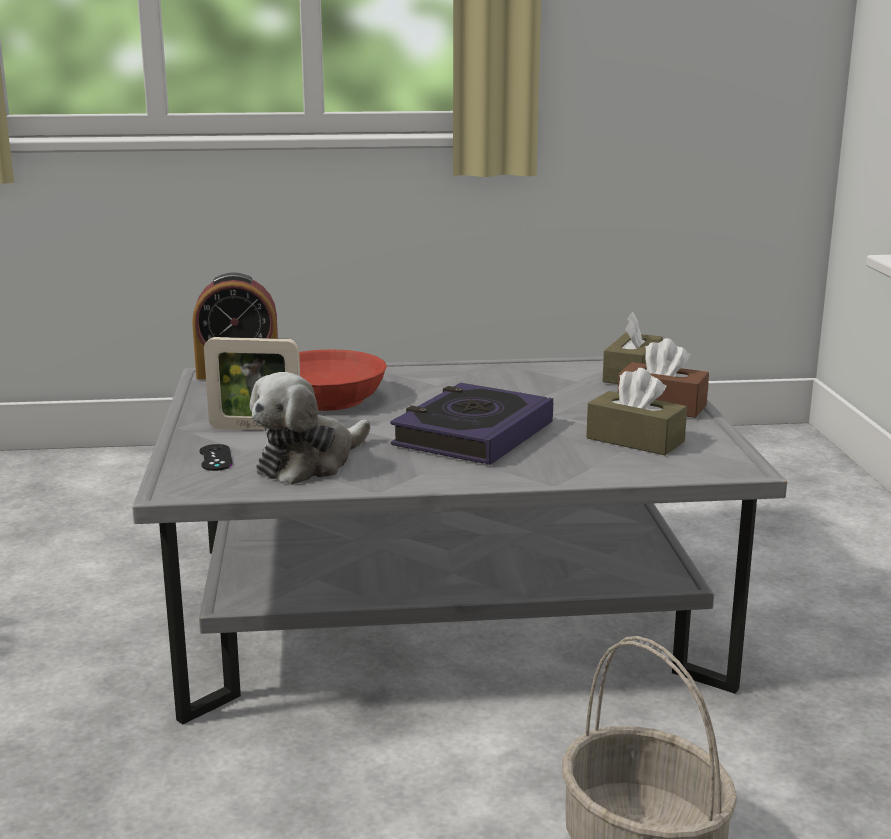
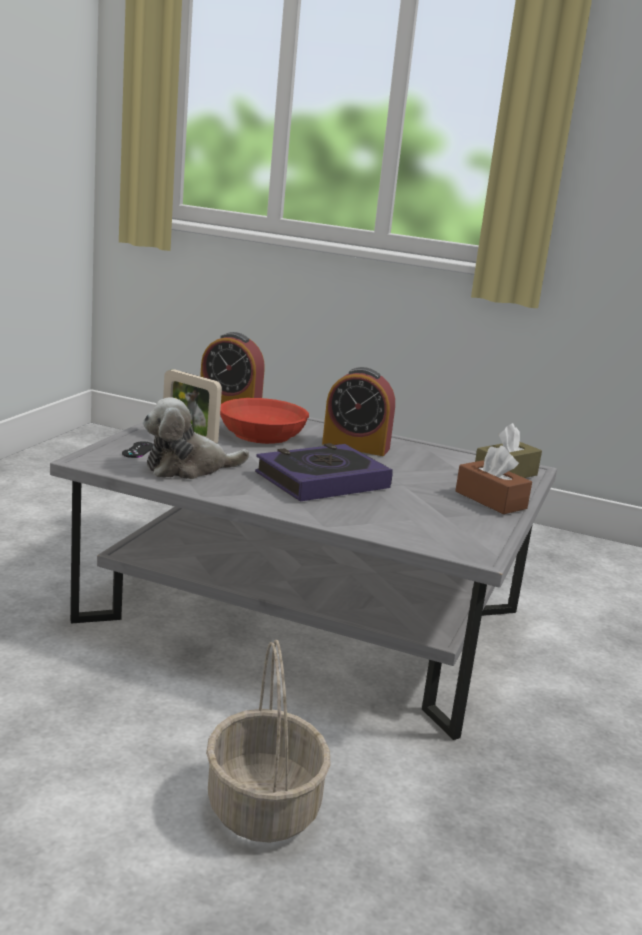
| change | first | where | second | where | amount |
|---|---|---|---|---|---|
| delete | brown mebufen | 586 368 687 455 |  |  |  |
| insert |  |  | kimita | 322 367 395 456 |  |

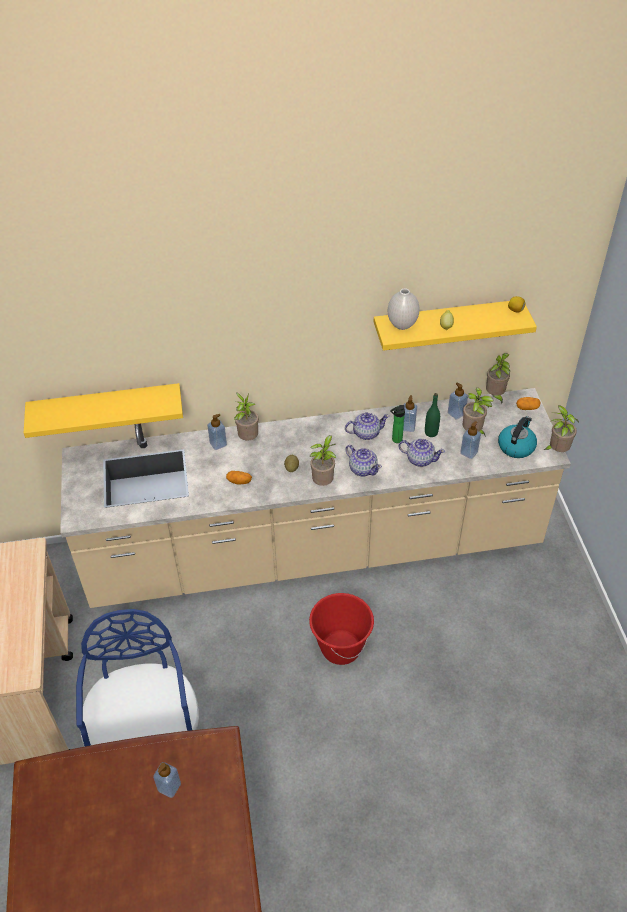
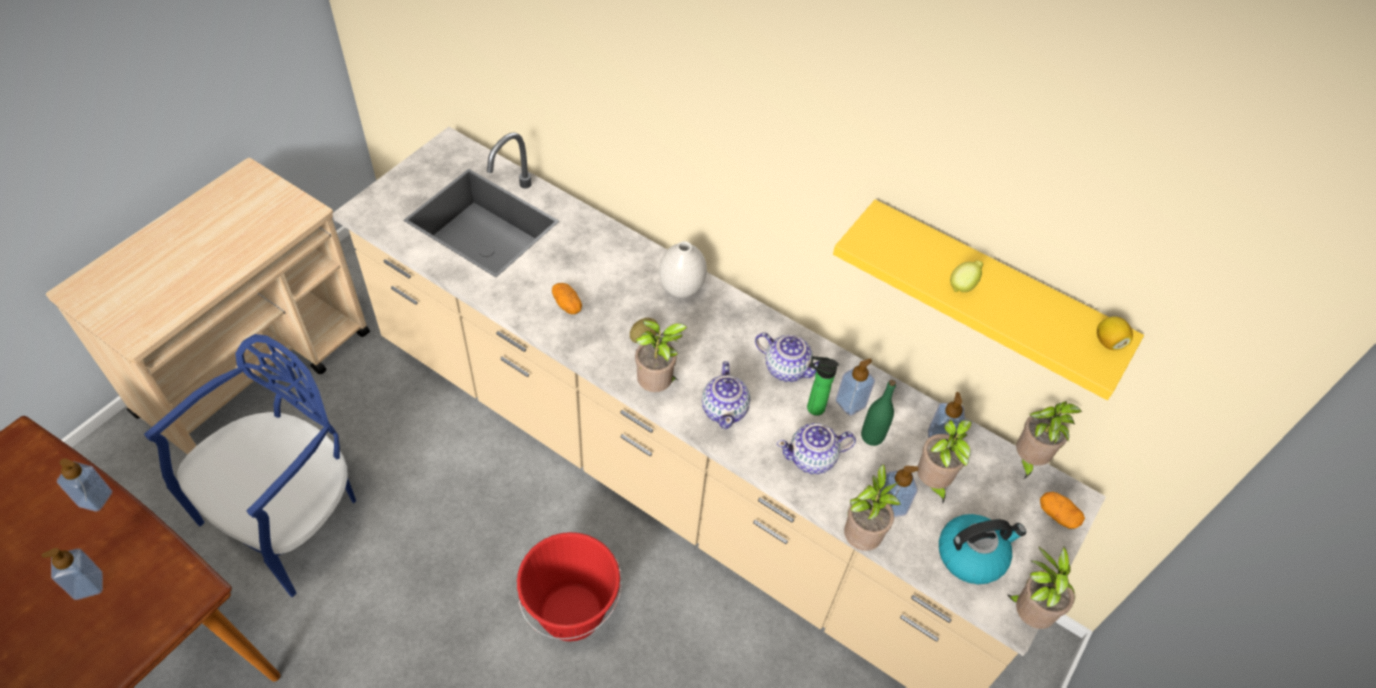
| change | first | where | second | where | amount |
|---|---|---|---|---|---|
| delete | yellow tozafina | 24 383 183 438 |  |  |  |
| move | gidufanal | 207 414 227 450 |  | 57 458 112 512 |  |
| move | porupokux | 234 393 259 440 |  | 844 464 901 551 |  |
| move | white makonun | 388 288 420 330 |  | 659 241 707 298 |  |
| rotate | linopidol | 399 438 445 467 |  | 777 423 856 474 | 105 degrees clockwise |

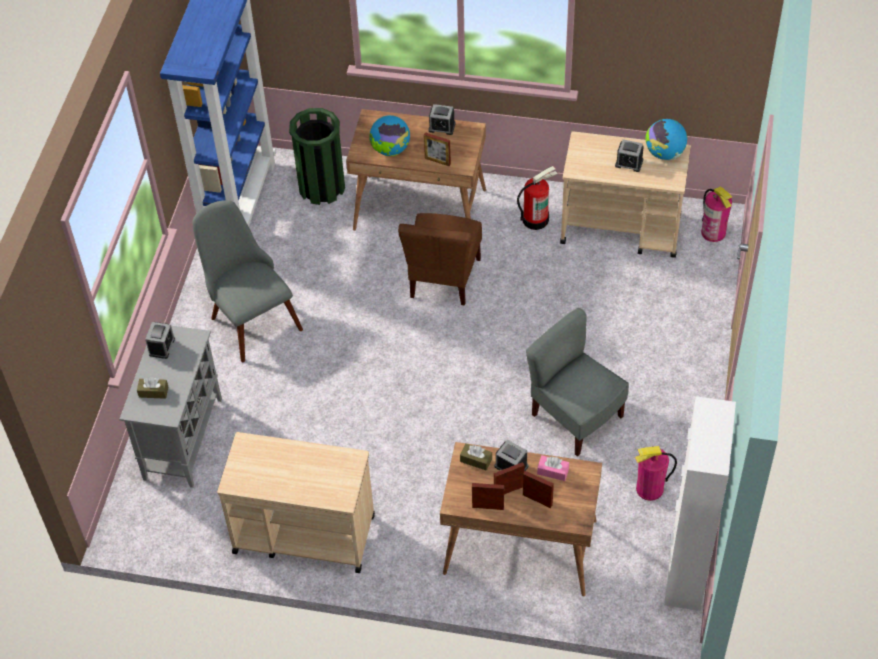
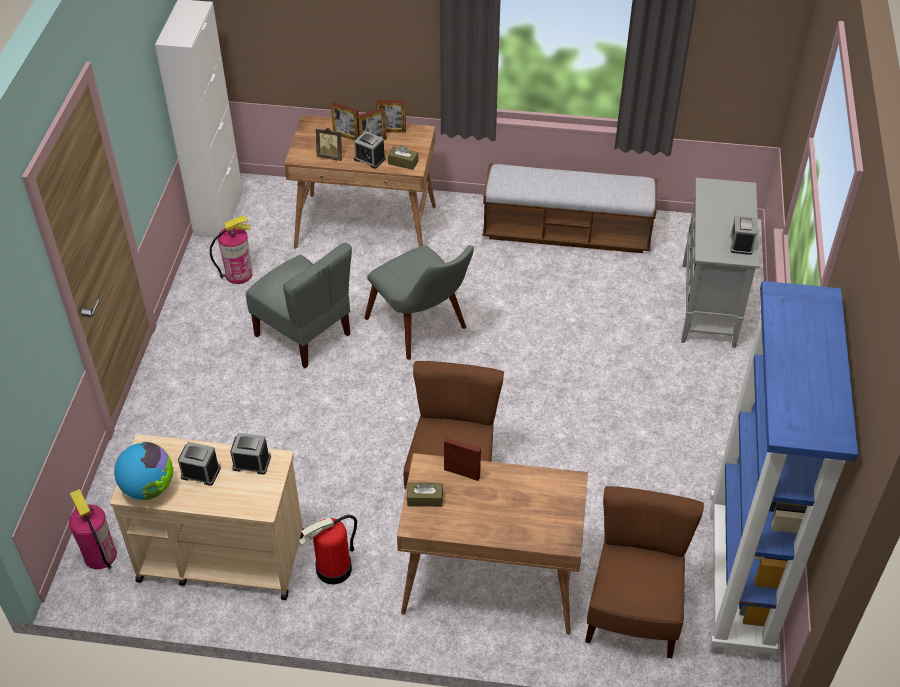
| change | first | where | second | where | amount |
|---|---|---|---|---|---|
| move | brown mebufen | 137 377 168 399 |  | 407 482 443 507 |  |
| move | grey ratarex | 192 200 303 362 |  | 364 245 474 360 |  |
| replace | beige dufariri | 217 432 375 573 | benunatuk | 482 164 658 253 |  |
| replace | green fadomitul | 289 108 345 205 | brown ratarex | 585 486 704 658 |  |
| delete | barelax | 369 115 410 156 |  |  |  |
| move | kimita | 428 104 456 135 |  | 230 433 271 475 |  |
| replace | pink mebufen | 537 455 569 481 | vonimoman | 316 128 342 161 |  |

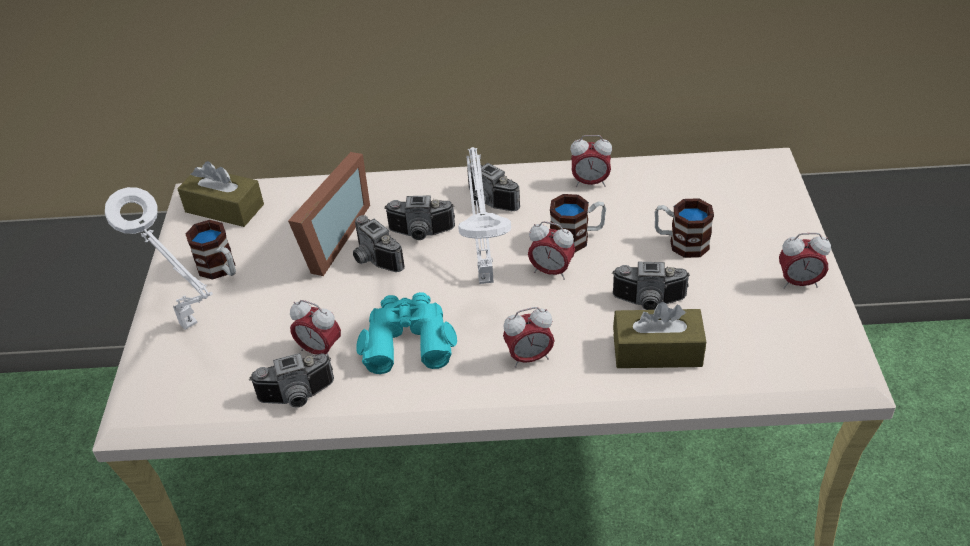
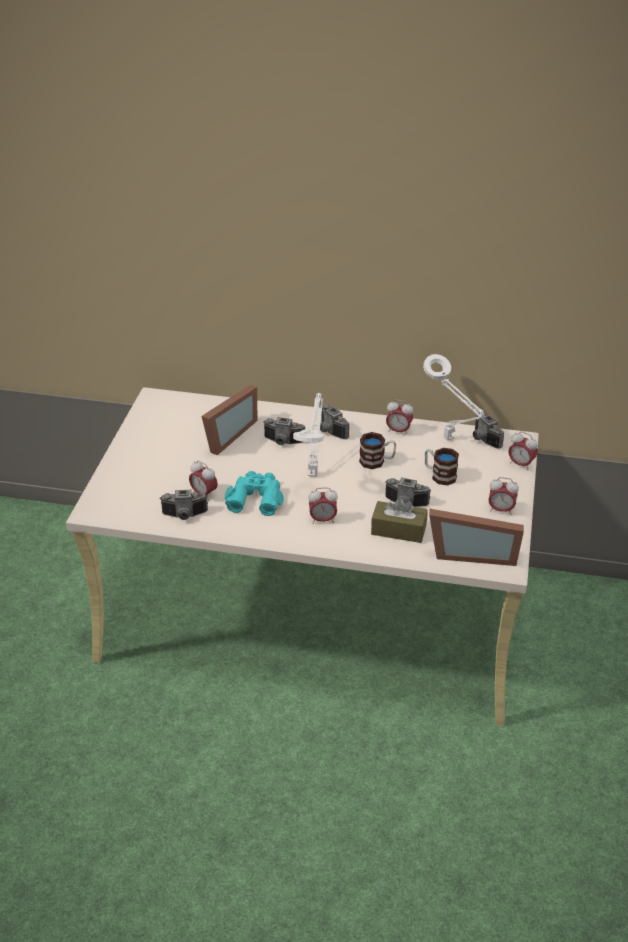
| change | first | where | second | where | amount |
|---|---|---|---|---|---|
| move | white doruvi | 105 187 213 330 |  | 423 354 485 441 |  |
| delete | brown mebufen | 177 161 264 227 |  |  |  |
| delete | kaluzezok | 186 220 236 280 |  |  |  |
| move | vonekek | 353 215 405 272 |  | 473 412 504 449 |  |
| move | kimita | 528 221 575 280 |  | 508 432 538 469 |  |
| insert |  |  | vonimoman | 429 509 524 566 |  |

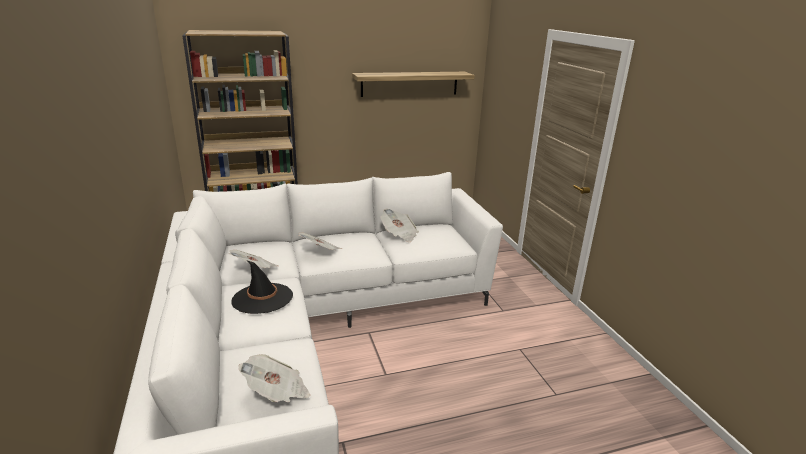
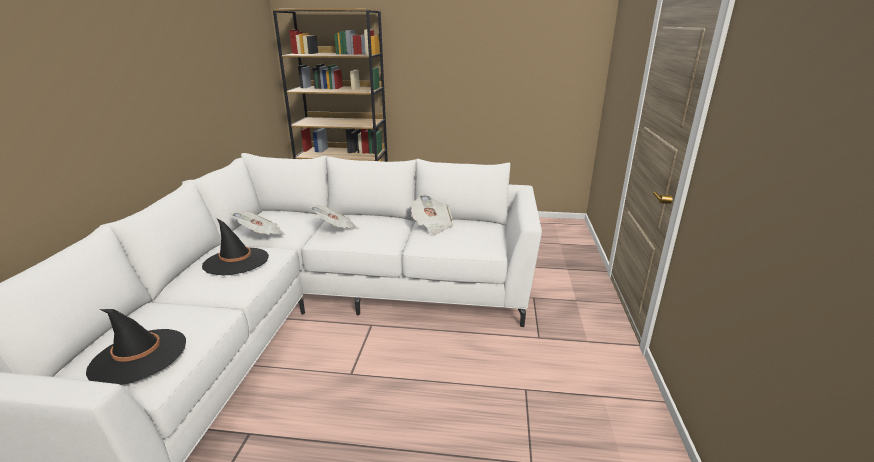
| change | first | where | second | where | amount |
|---|---|---|---|---|---|
| replace | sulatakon | 238 354 310 403 | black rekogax | 86 309 186 385 |  |
| delete | tozafina | 352 72 475 97 |  |  |  |

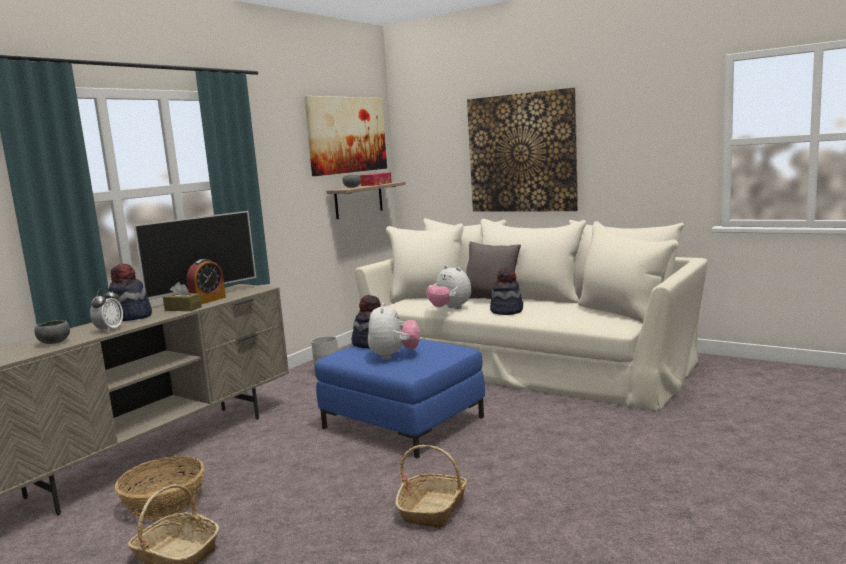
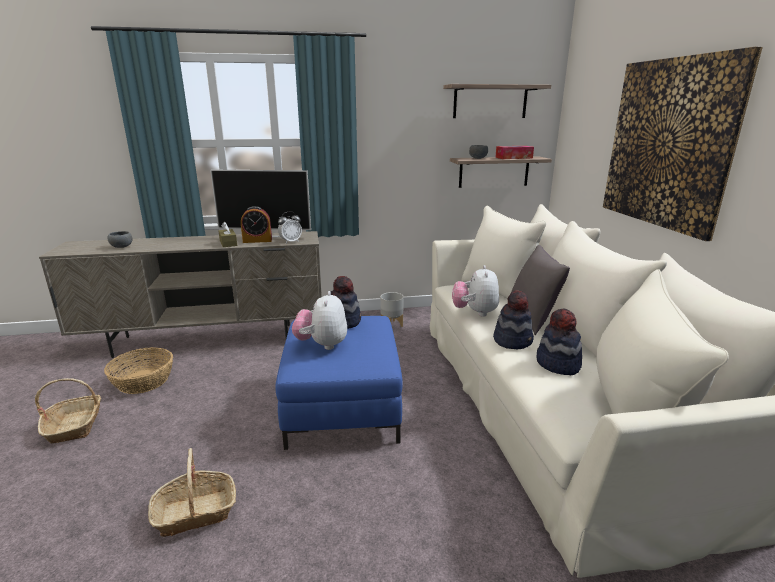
| change | first | where | second | where | amount |
|---|---|---|---|---|---|
| move | kimita | 90 288 123 333 |  | 278 212 302 243 |  |
| move | rekogax | 109 264 152 321 |  | 537 308 582 375 |  |
| replace | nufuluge | 304 96 387 176 | tozafina | 443 84 551 118 |  |
| rotate | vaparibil | 368 302 420 360 |  | 292 291 347 350 | 135 degrees clockwise |

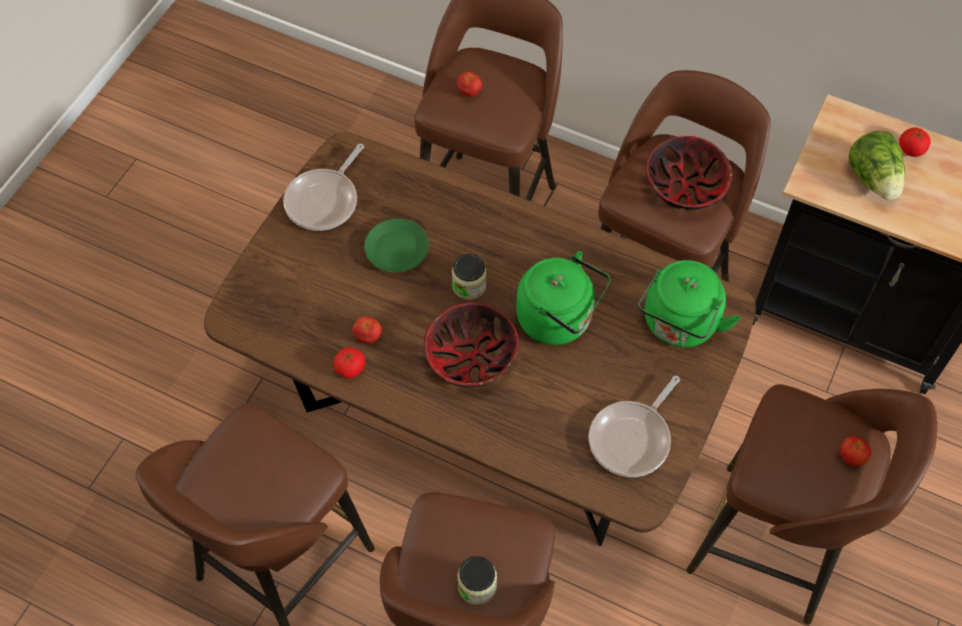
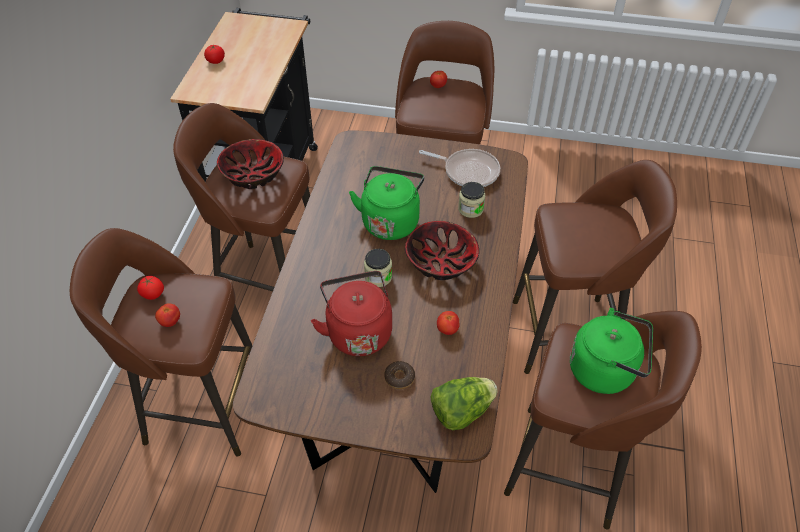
| change | first | where | second | where | amount |
|---|---|---|---|---|---|
| delete | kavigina | 283 144 364 231 |  |  |  |
| move | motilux | 333 347 365 378 |  | 137 276 164 300 |  |
| replace | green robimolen | 364 218 429 272 | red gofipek | 311 271 392 356 |  |
| move | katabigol | 457 556 497 605 |  | 458 182 485 218 |  |
| move | green gofipek | 638 260 740 348 |  | 570 308 653 394 |  |
| move | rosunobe | 849 130 905 200 |  | 430 377 498 430 |  |
| insert |  |  | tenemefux | 384 361 415 389 |  |

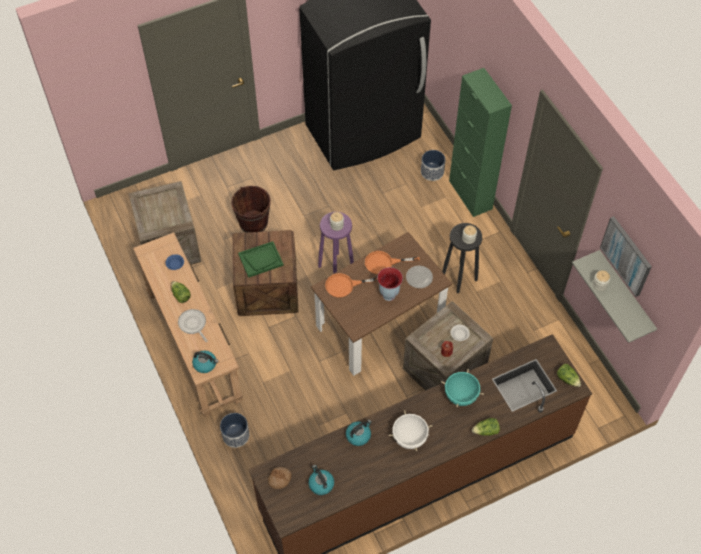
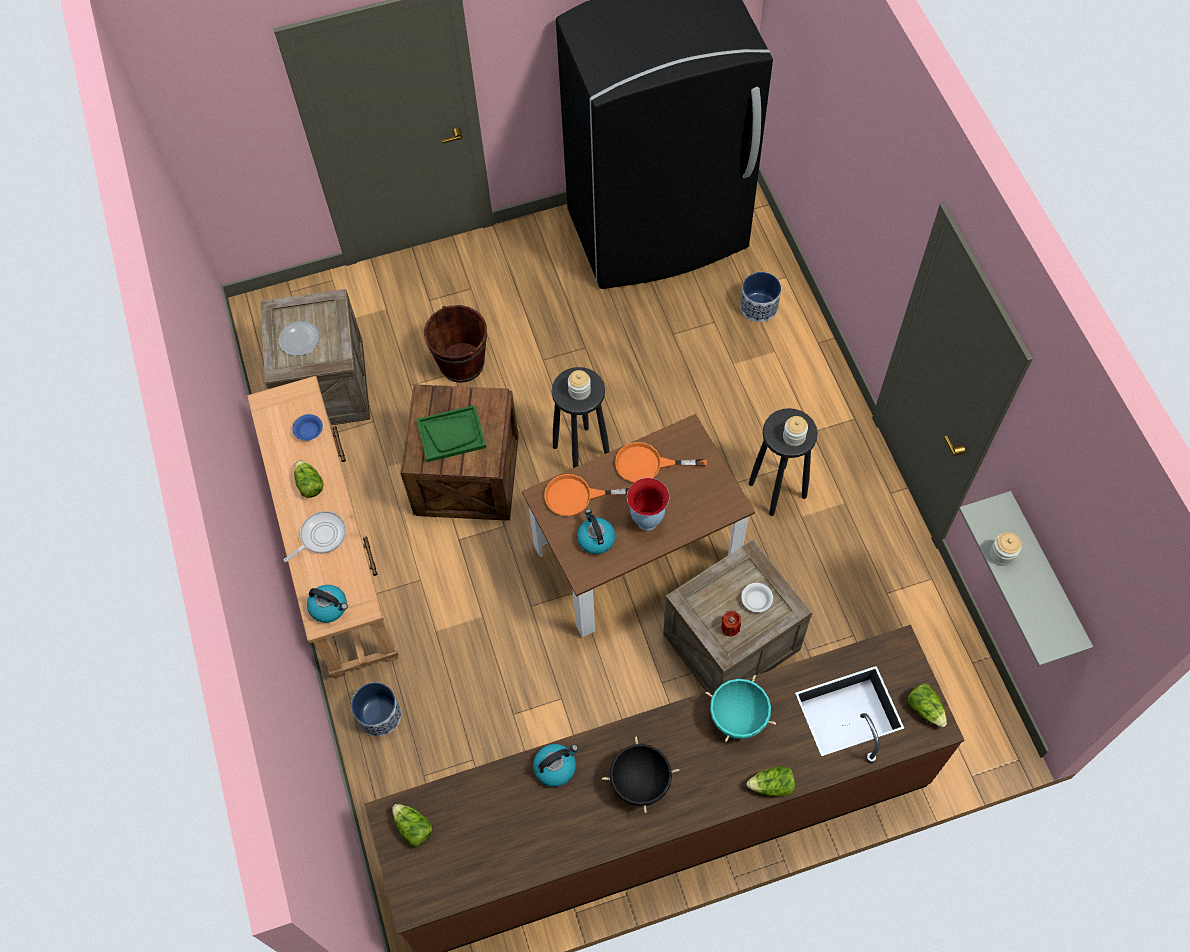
| change | first | where | second | where | amount |
|---|---|---|---|---|---|
| rotate | kavigina | 178 309 208 342 |  | 284 511 346 562 | 75 degrees clockwise |
| replace | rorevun | 268 467 291 489 | rosunobe | 392 804 433 847 |  |
| move | gofipek | 308 465 334 495 |  | 577 509 615 554 |  |
| recolor | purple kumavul | 318 212 354 274 | black kumavul | 552 367 610 468 |  |
| recolor | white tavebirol | 389 410 433 451 | black tavebirol | 602 737 679 813 |  |
| move | robimolen | 406 266 433 288 |  | 279 321 320 356 |  |
| delete | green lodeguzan | 449 68 512 217 |  |  |  |
| delete | nufuluge | 600 216 652 297 |  |  |  |

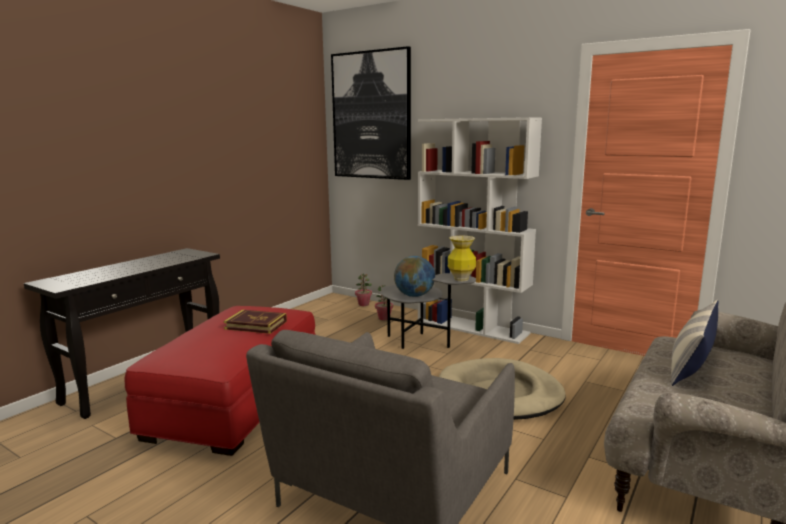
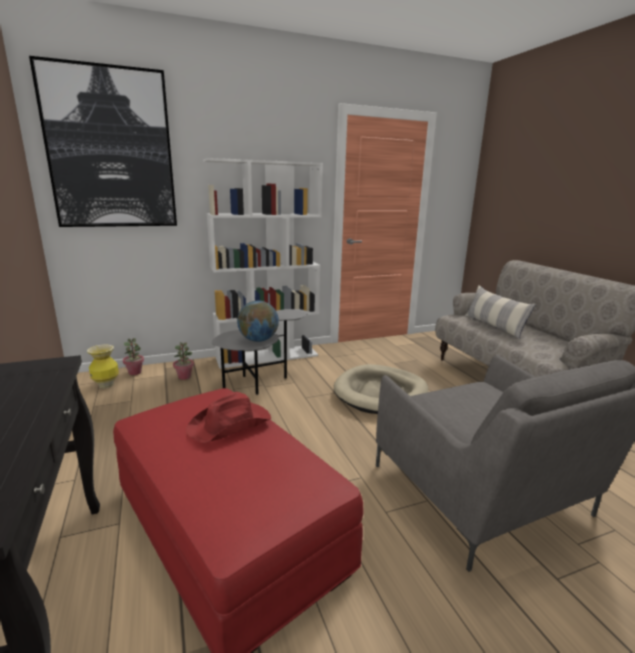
| change | first | where | second | where | amount |
|---|---|---|---|---|---|
| replace | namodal | 224 310 287 334 | red rekogax | 186 392 271 443 |  |
| move | makonun | 448 236 476 281 |  | 87 345 119 388 |  |

